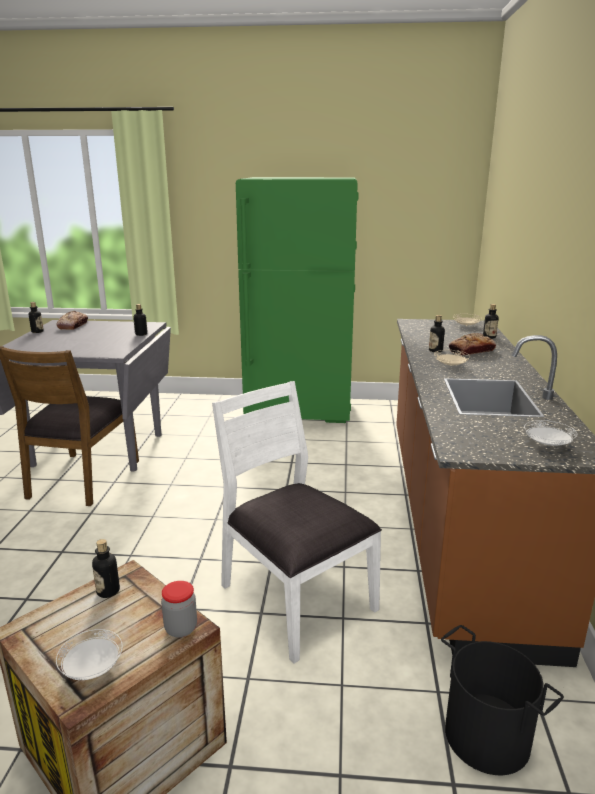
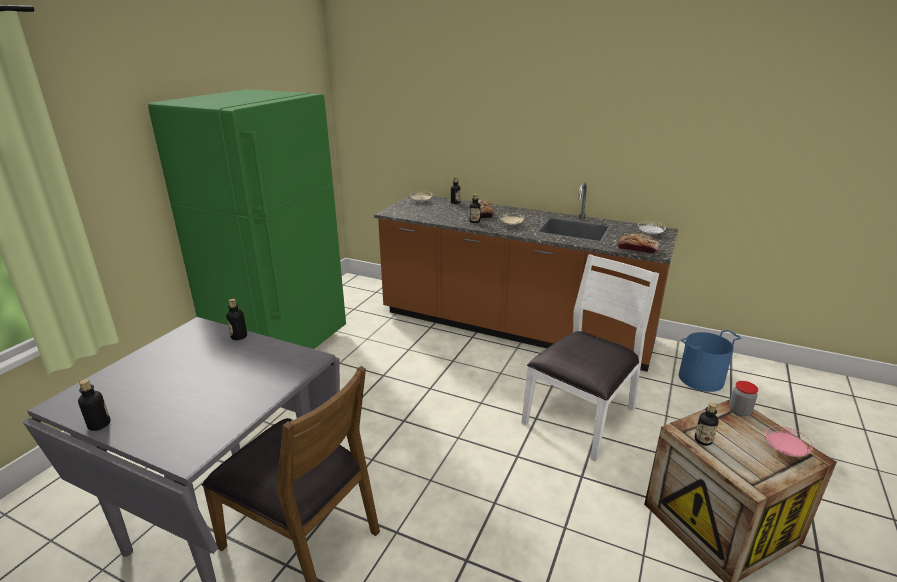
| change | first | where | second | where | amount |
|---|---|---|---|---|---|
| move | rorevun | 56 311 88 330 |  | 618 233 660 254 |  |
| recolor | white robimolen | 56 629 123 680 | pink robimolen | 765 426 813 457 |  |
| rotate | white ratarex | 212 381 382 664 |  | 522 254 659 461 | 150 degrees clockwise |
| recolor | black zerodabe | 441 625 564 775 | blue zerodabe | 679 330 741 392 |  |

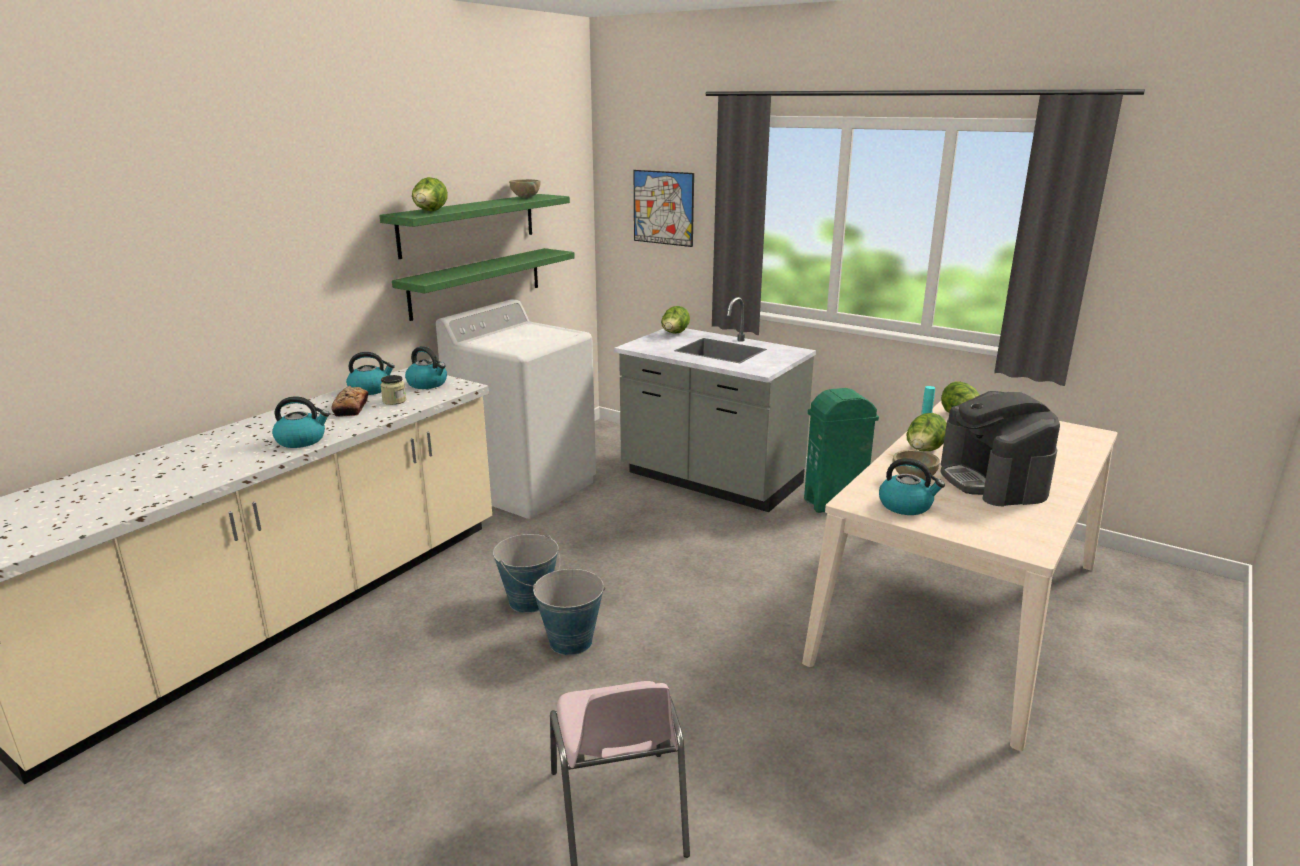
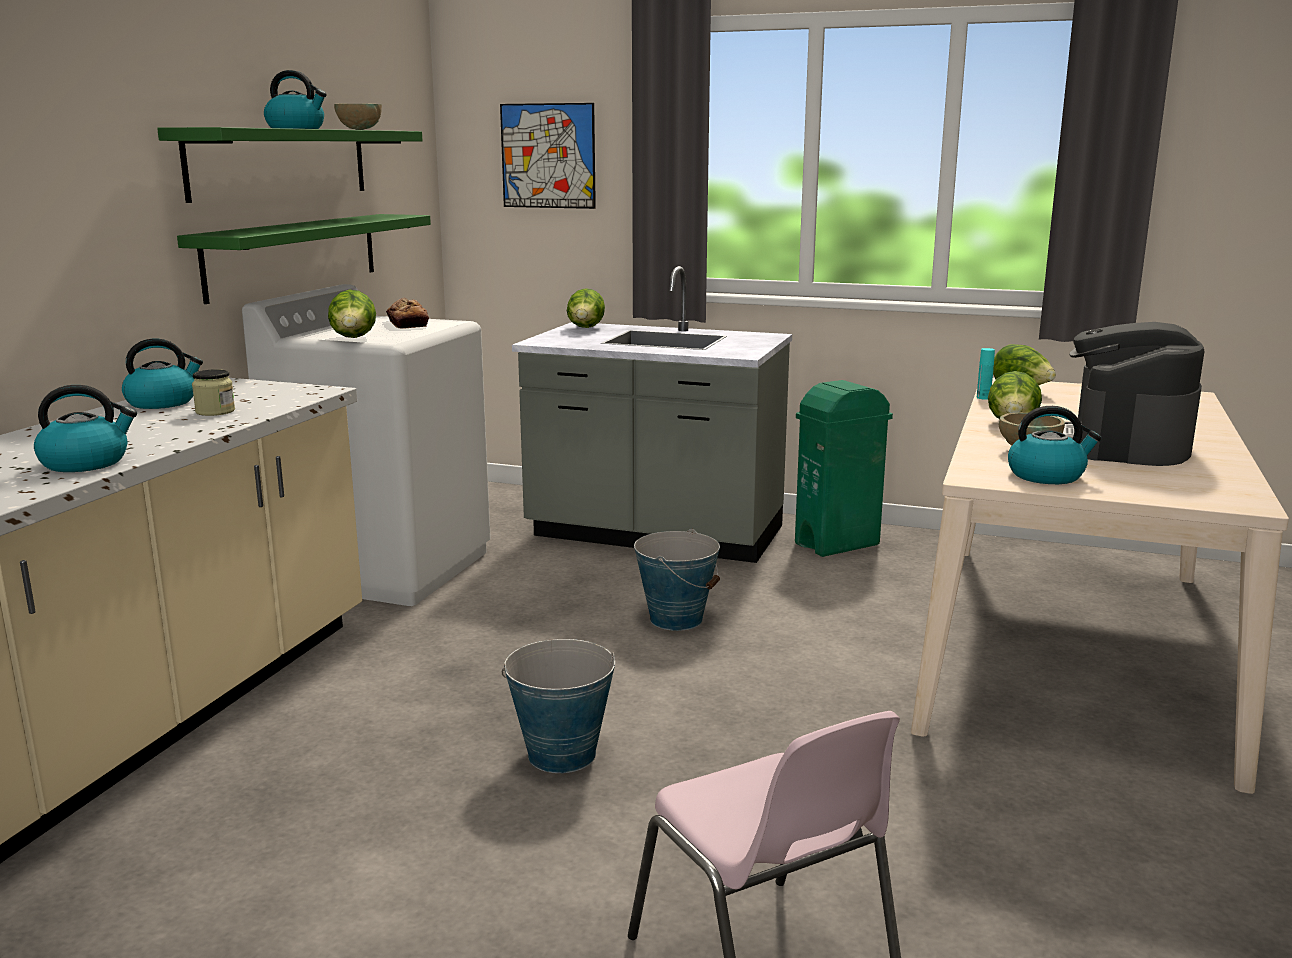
| change | first | where | second | where | amount |
|---|---|---|---|---|---|
| move | rorevun | 331 386 368 417 |  | 386 298 429 329 |  |
| move | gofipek | 405 346 447 389 |  | 264 70 327 129 |  |
| move | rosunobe | 412 177 448 211 |  | 328 290 376 338 |  |
| move | zerodabe | 493 534 560 613 |  | 634 529 720 631 |  |
| rotate | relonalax | 940 391 1060 506 |  | 1063 322 1205 466 | 45 degrees clockwise |

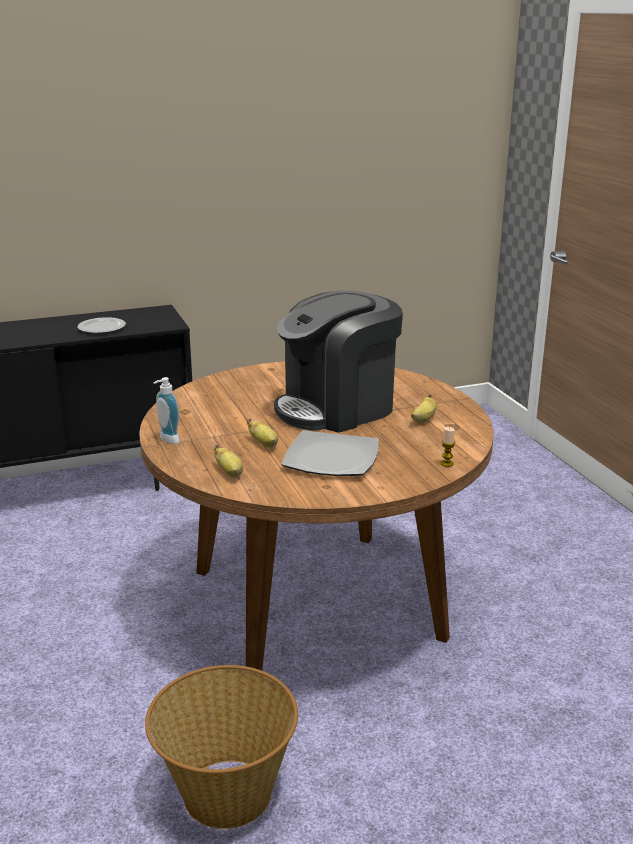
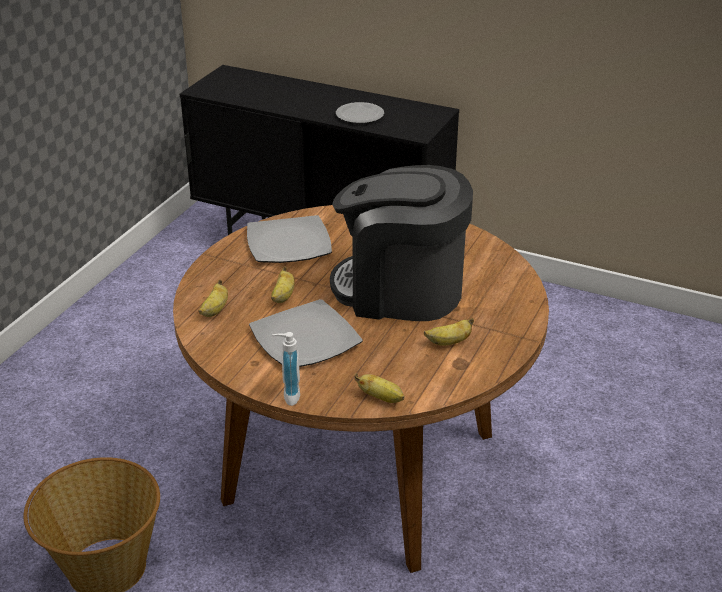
| change | first | where | second | where | amount |
|---|---|---|---|---|---|
| move | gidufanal | 153 377 180 444 |  | 272 332 300 406 |  |
| replace | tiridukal | 441 427 455 467 | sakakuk | 355 373 405 403 |  |
| insert |  |  | robimolen | 247 215 332 263 |  |

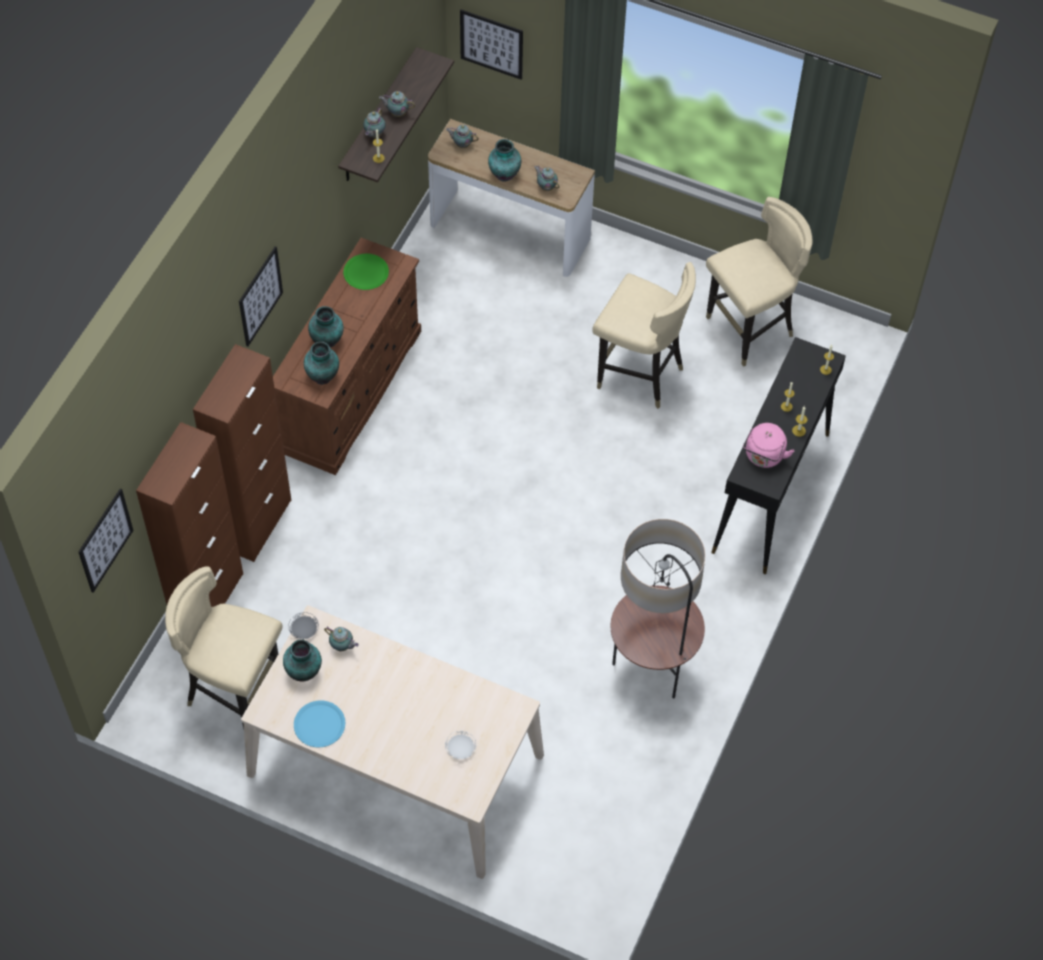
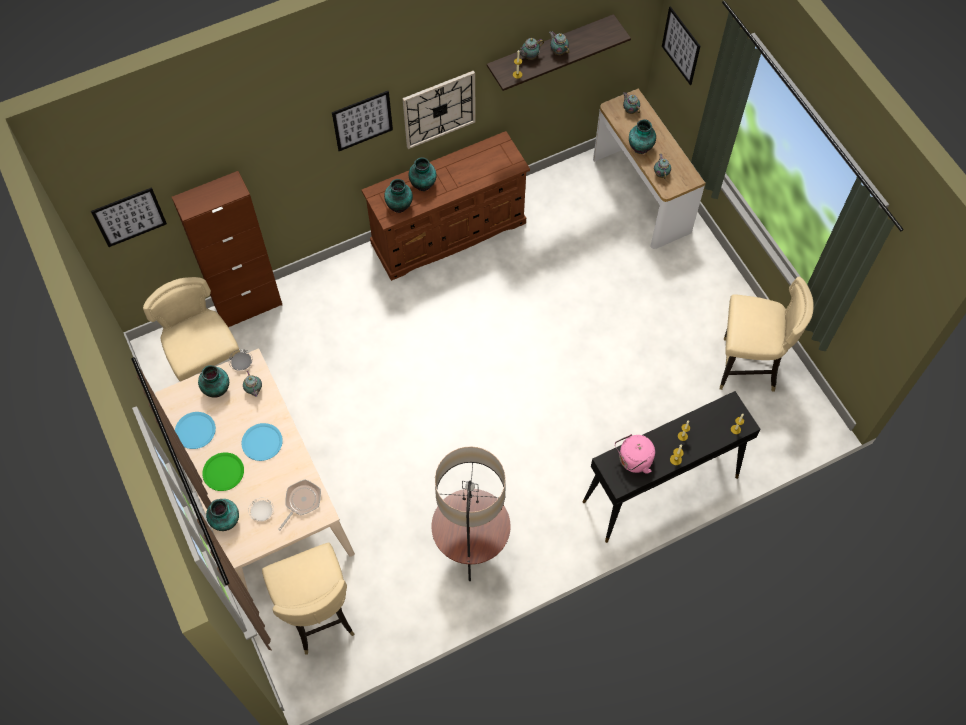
| change | first | where | second | where | amount |
|---|---|---|---|---|---|
| delete | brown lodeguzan | 193 344 291 562 |  |  |  |
| move | green robimolen | 343 254 389 290 |  | 202 452 244 491 |  |
| move | beige ratarex | 592 262 696 409 |  | 262 542 355 654 |  |
| insert |  |  | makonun | 206 499 239 531 |  |
| insert |  |  | blue robimolen | 241 423 283 461 |  |
| insert |  |  | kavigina | 278 479 321 530 |  |
| insert |  |  | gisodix | 402 70 476 149 |  |

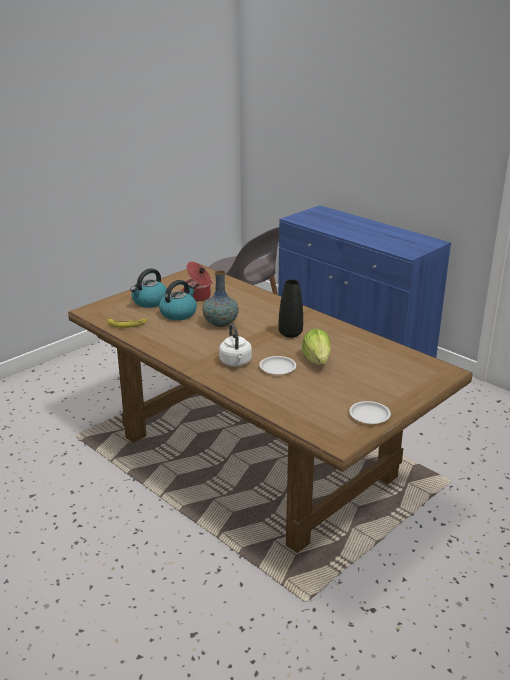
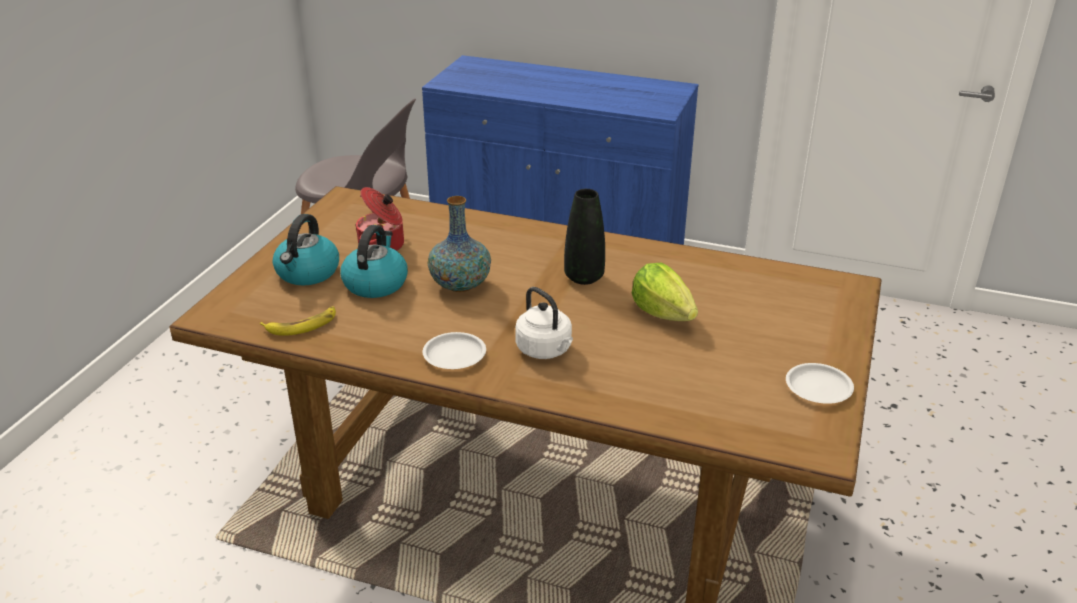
| change | first | where | second | where | amount |
|---|---|---|---|---|---|
| move | white robimolen | 259 356 296 375 |  | 423 332 486 369 |  |

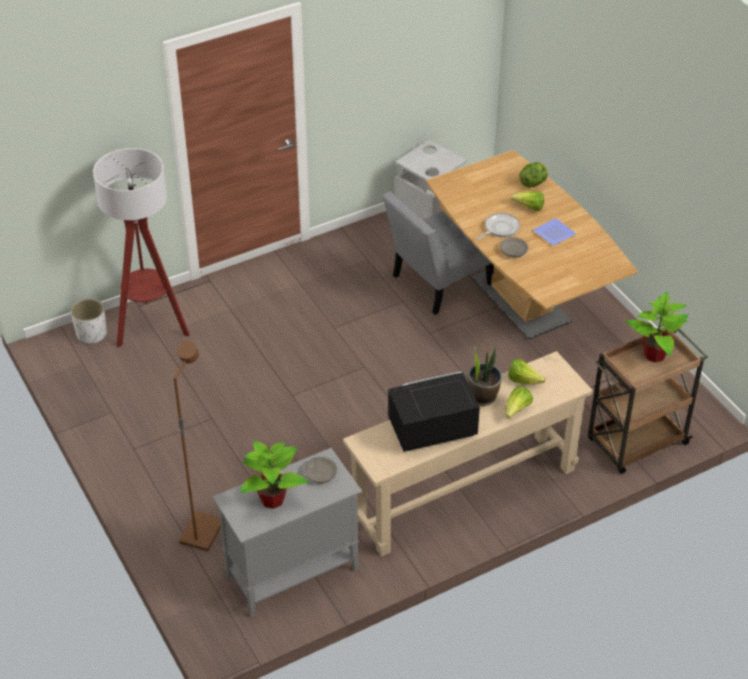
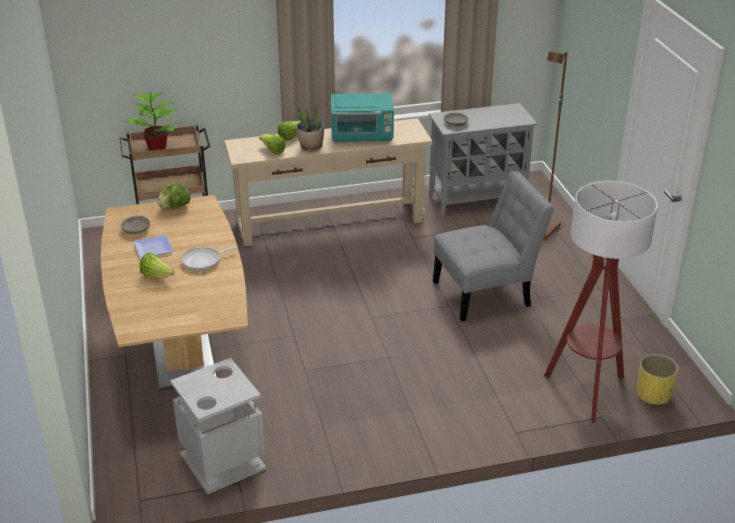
| change | first | where | second | where | amount |
|---|---|---|---|---|---|
| recolor | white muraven | 71 299 107 344 | yellow muraven | 637 354 678 405 |  |
| delete | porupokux | 240 441 309 509 |  |  |  |
| move | grey ratarex | 383 191 494 315 |  | 433 171 554 321 |  |
| recolor | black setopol | 388 372 480 452 | turquoise setopol | 331 93 394 142 |  |
| move | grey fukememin | 500 237 528 258 |  | 121 216 150 234 |  |
| move | rosunobe | 519 162 548 188 |  | 157 182 190 209 |  |

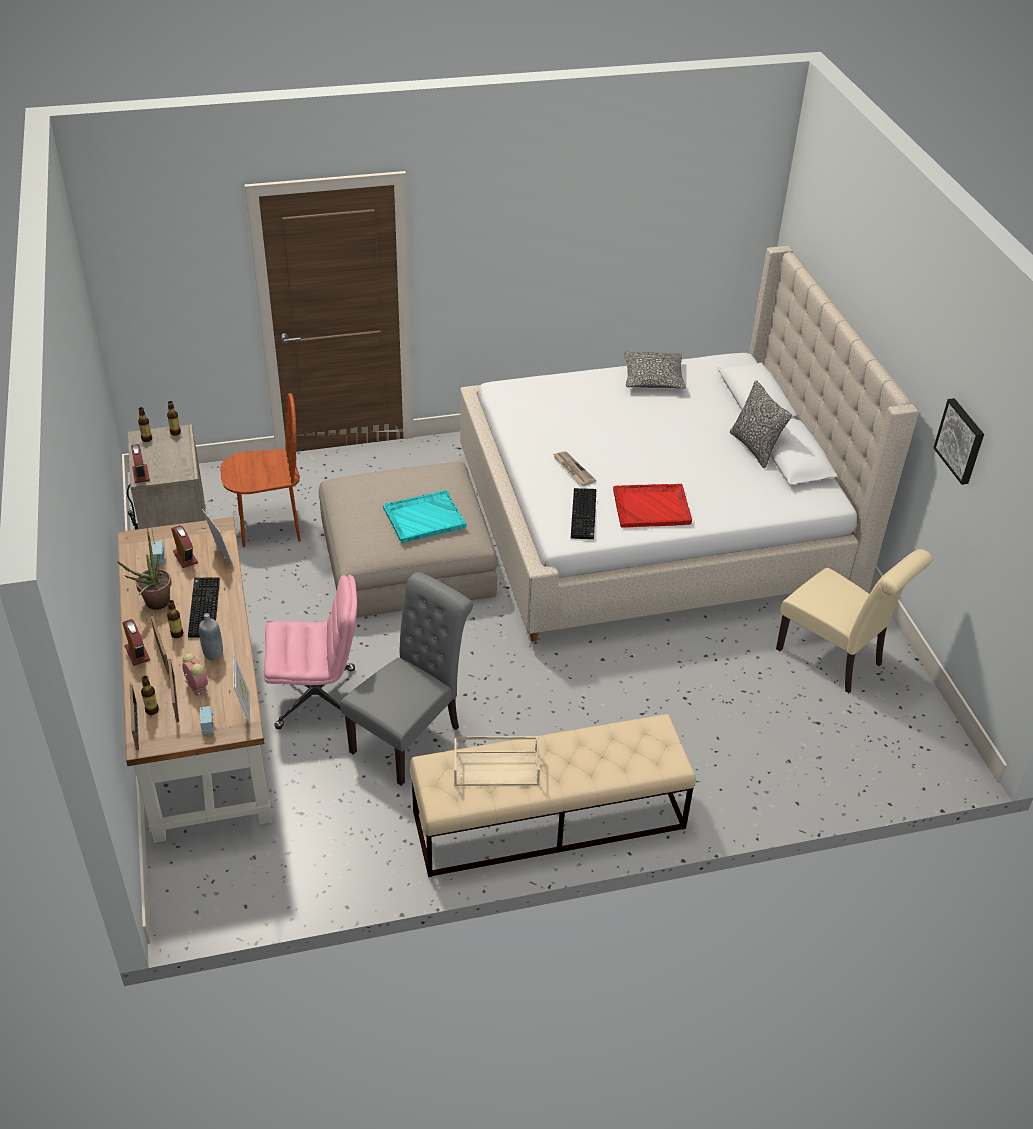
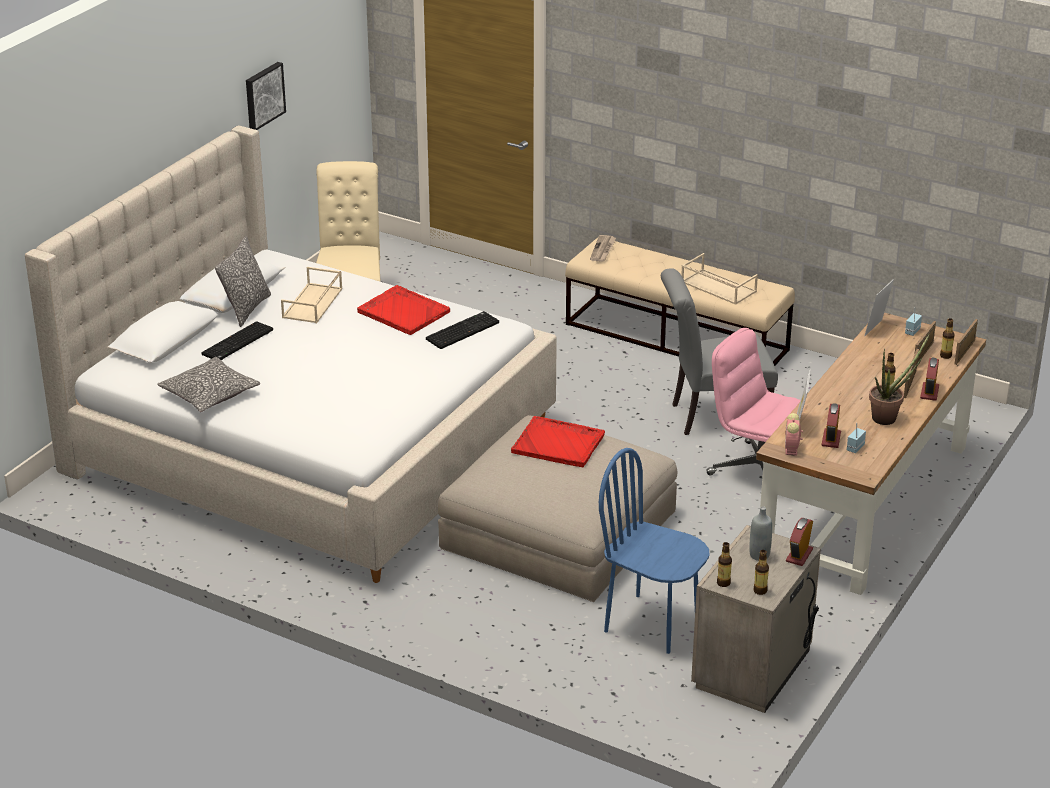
| change | first | where | second | where | amount |
|---|---|---|---|---|---|
| move | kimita | 182 653 208 696 |  | 785 413 803 456 |  |
| move | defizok | 188 577 220 638 |  | 201 321 273 360 |  |
| move | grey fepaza | 199 613 223 660 |  | 749 506 772 561 |  |
| recolor | brown ratarex | 220 393 301 547 | blue ratarex | 599 448 710 654 |  |
| recolor | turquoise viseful | 383 490 466 543 | red viseful | 511 416 605 467 |  |
| move | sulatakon | 552 451 596 486 |  | 590 235 616 262 |  |
| insert |  |  | beige viseful | 281 267 342 323 |  |

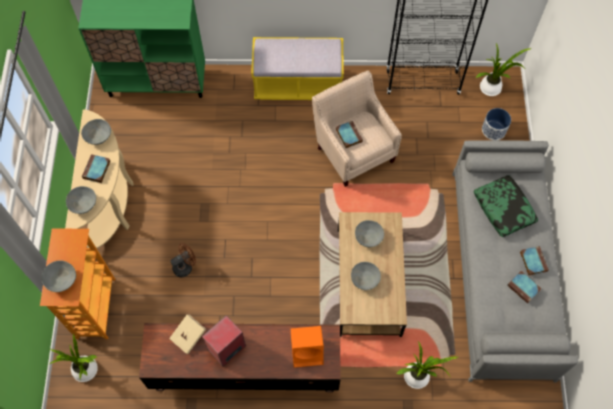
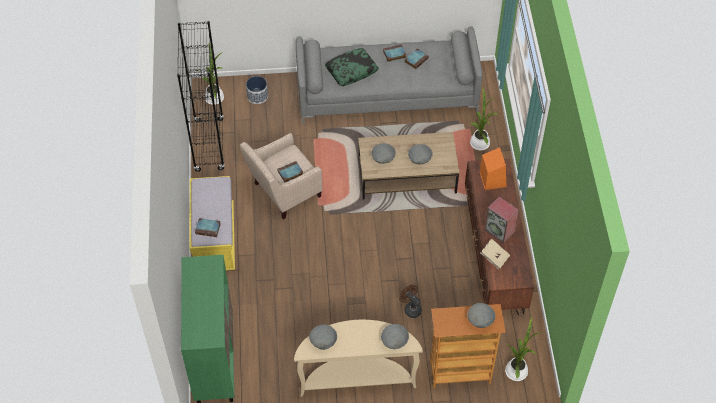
| change | first | where | second | where | amount |
|---|---|---|---|---|---|
| move | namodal | 82 154 111 183 |  | 195 218 221 237 |  |

